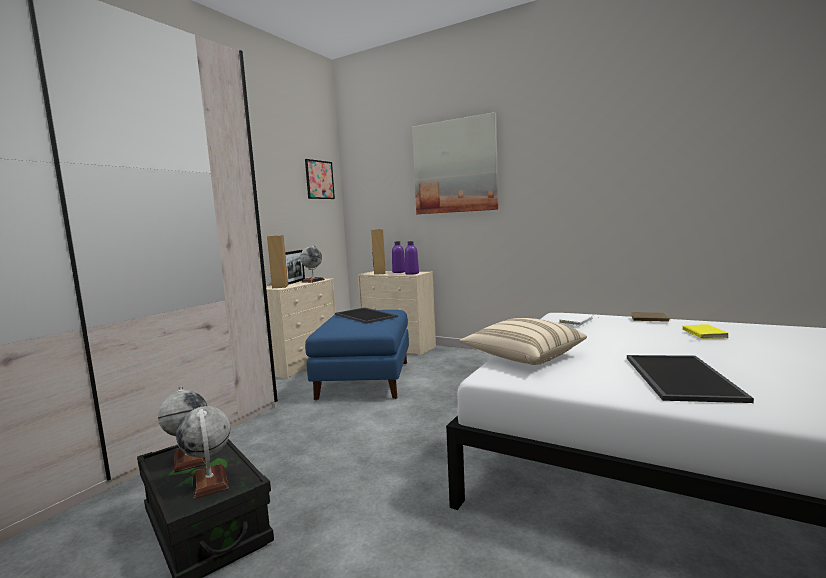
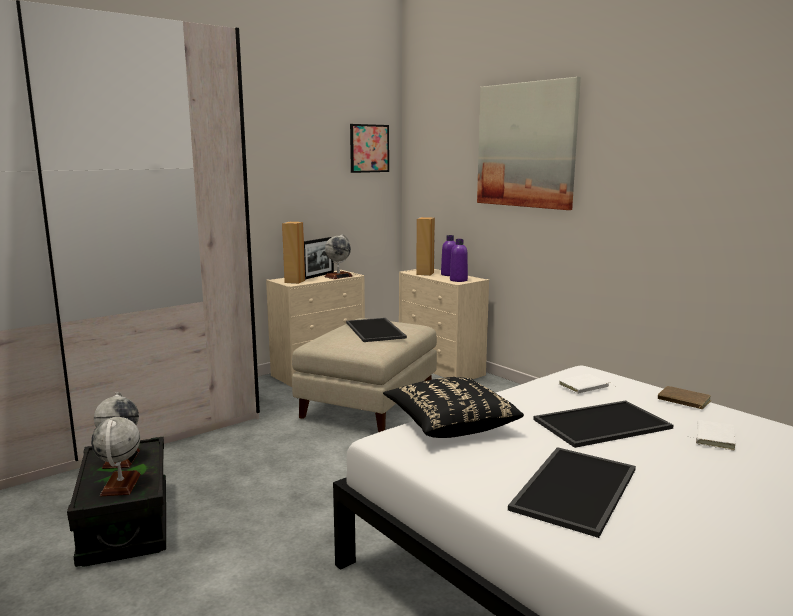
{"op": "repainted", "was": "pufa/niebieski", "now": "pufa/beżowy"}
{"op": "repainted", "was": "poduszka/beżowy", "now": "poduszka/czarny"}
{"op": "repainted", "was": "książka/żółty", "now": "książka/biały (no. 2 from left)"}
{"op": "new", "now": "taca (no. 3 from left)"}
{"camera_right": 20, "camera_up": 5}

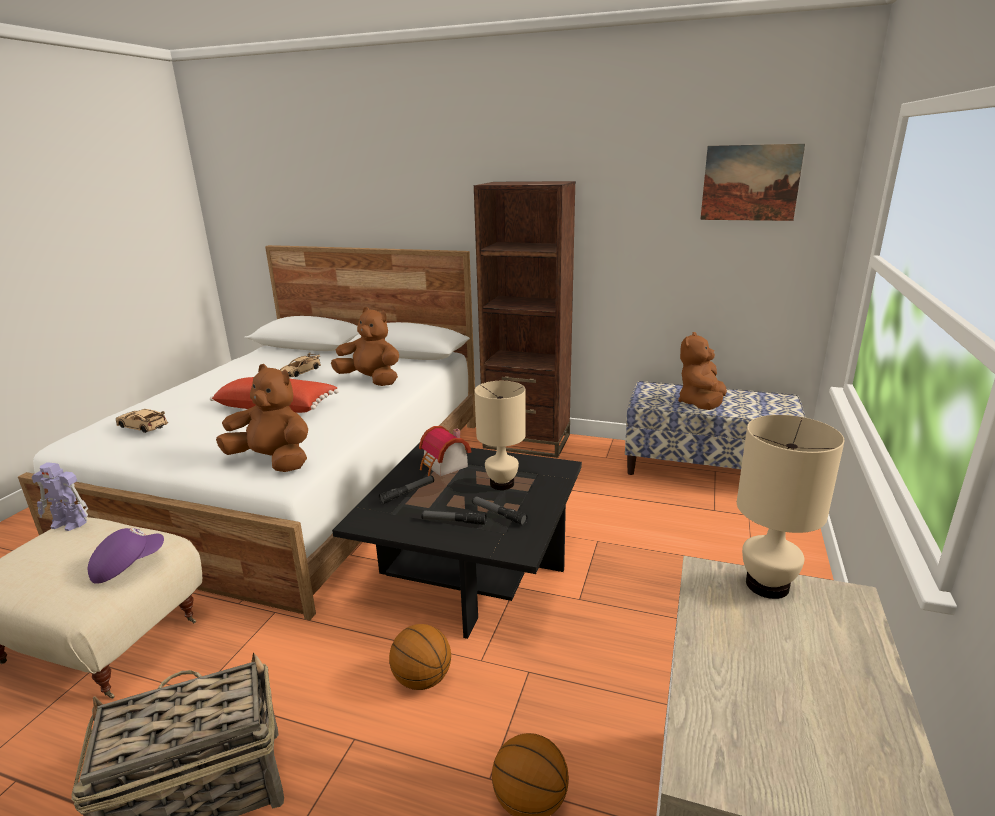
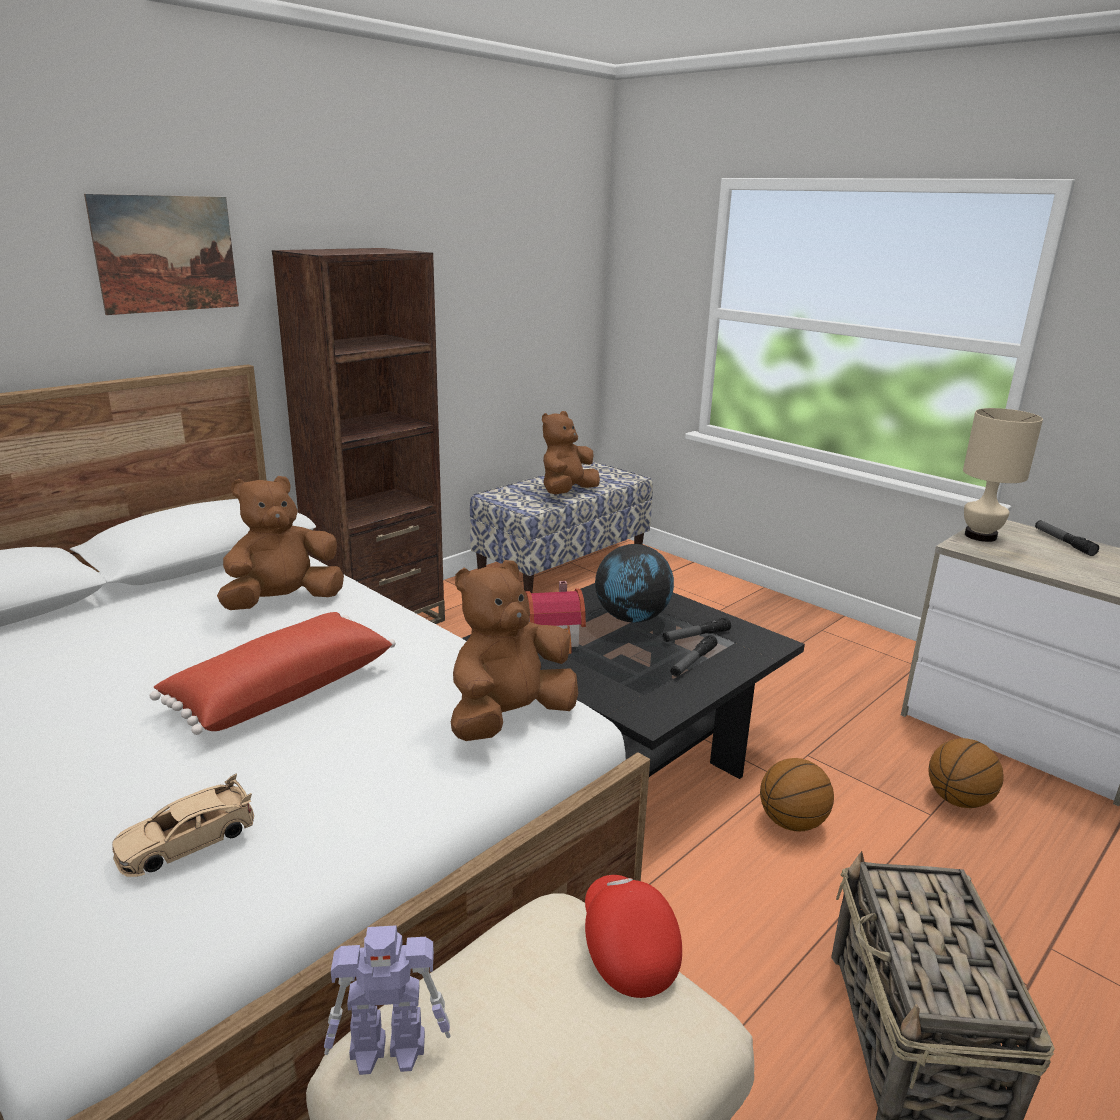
{"op": "rotated", "was": "robot zabawkowy", "clockwise": 45}
{"op": "repainted", "was": "czapka z daszkiem/fioletowy", "now": "czapka z daszkiem/czerwony"}
{"op": "gone", "was": "samochodzik/beżowy (no. 2 from left)"}
{"op": "shifted", "was": "latarka (no. 1 from left in the first image)", "now": "latarka (no. 3 from left)"}
{"op": "swapped", "was": "lampa stołowa/beżowy (no. 1 from left)", "now": "globus"}
{"op": "rotated", "was": "pluszak/brązowy (no. 3 from left)", "clockwise": 75}
{"op": "shifted", "was": "obraz"}
{"camera_right": -65, "camera_up": 0}

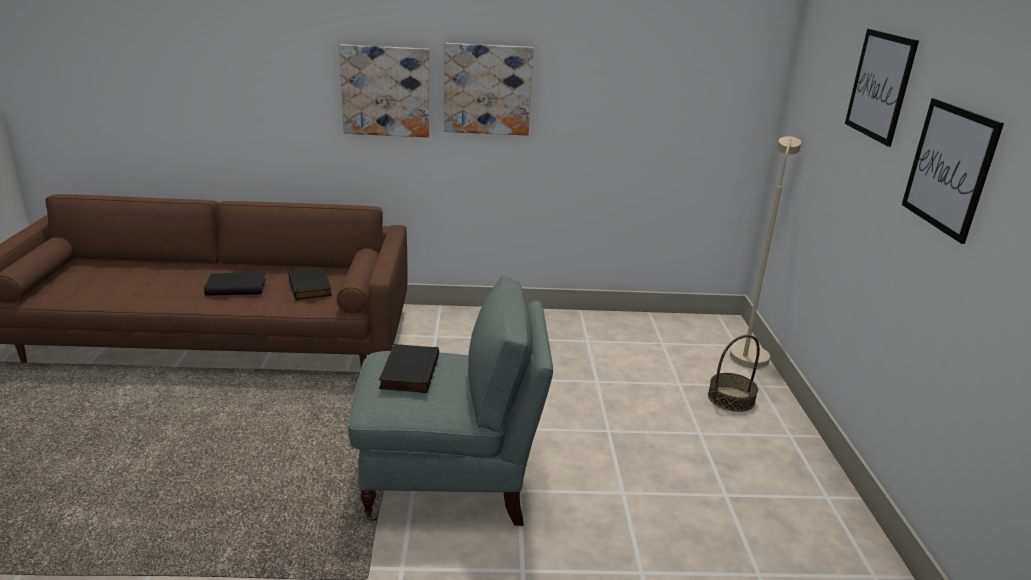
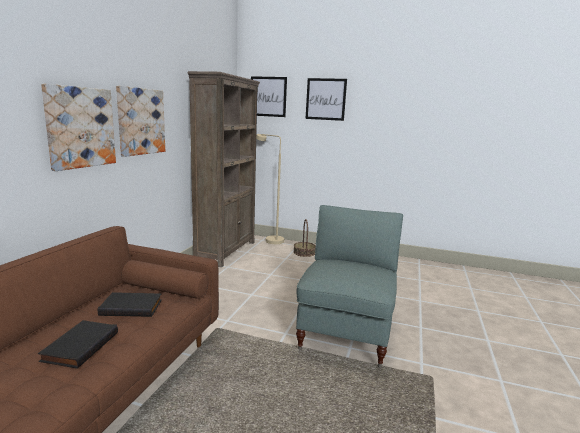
{"op": "gone", "was": "książka/czarny (no. 3 from left)"}
{"op": "shifted", "was": "obraz (no. 4 from left in the first image)", "now": "obraz (no. 3 from left)"}
{"op": "new", "now": "regał/brązowy"}
{"camera_right": -70, "camera_up": -10}

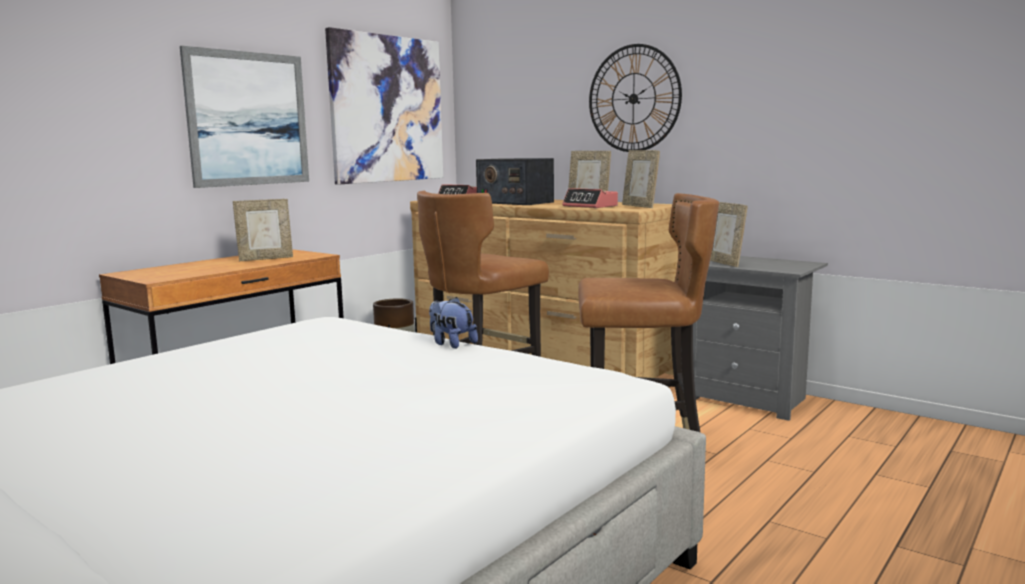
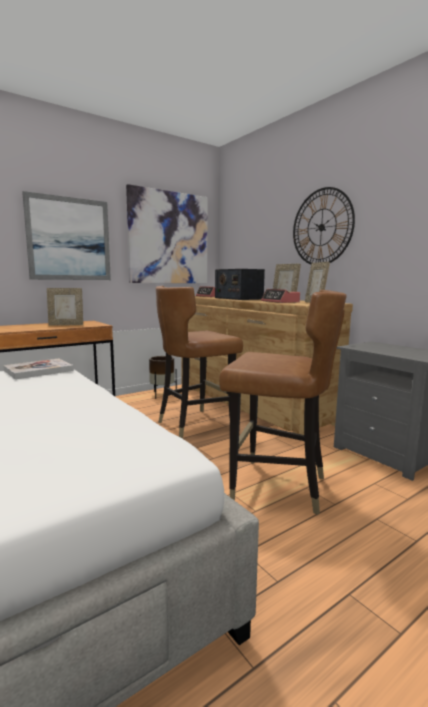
{"op": "gone", "was": "pluszak"}
{"op": "gone", "was": "ramka na zdjęcie (no. 4 from left)"}
{"op": "new", "now": "książka"}
{"camera_right": 15, "camera_up": 0}

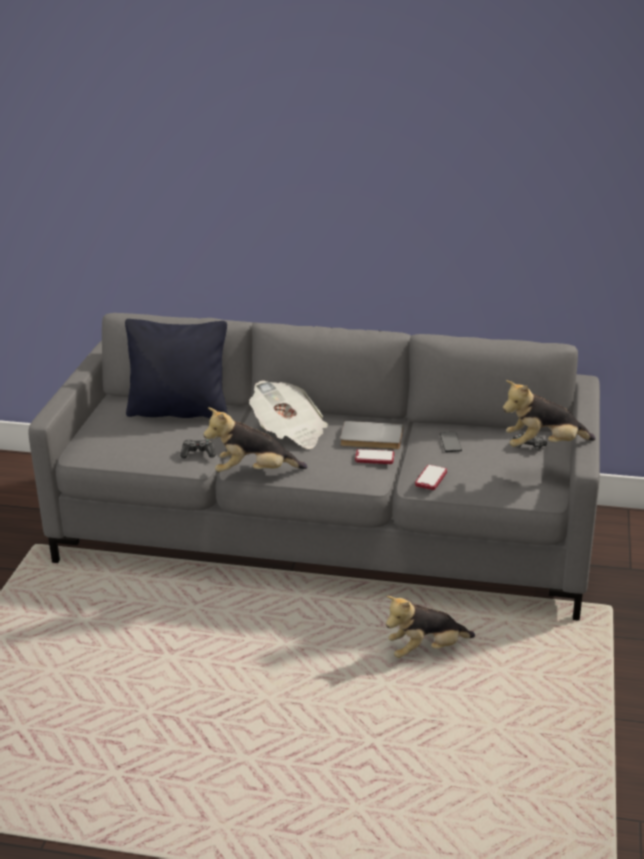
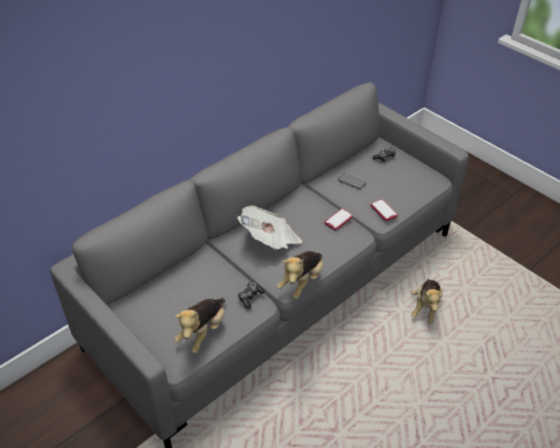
{"op": "gone", "was": "poduszka/czarny"}
{"op": "gone", "was": "książka/szary"}
{"op": "shifted", "was": "pluszak (no. 3 from left in the first image)", "now": "pluszak (no. 1 from left)"}
{"camera_right": -55, "camera_up": 15}

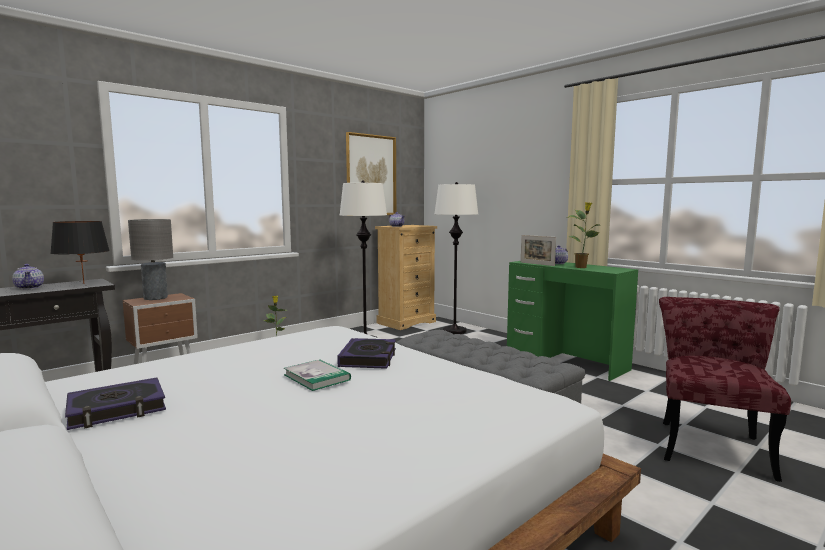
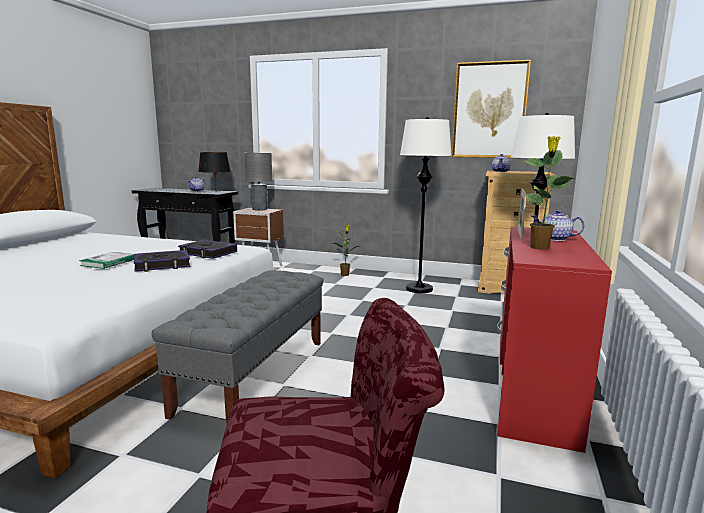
{"op": "shifted", "was": "książka (no. 1 from left in the first image)", "now": "książka (no. 3 from left)"}
{"op": "repainted", "was": "biurko/zielony", "now": "biurko/czerwony"}
{"camera_right": 60, "camera_up": 5}

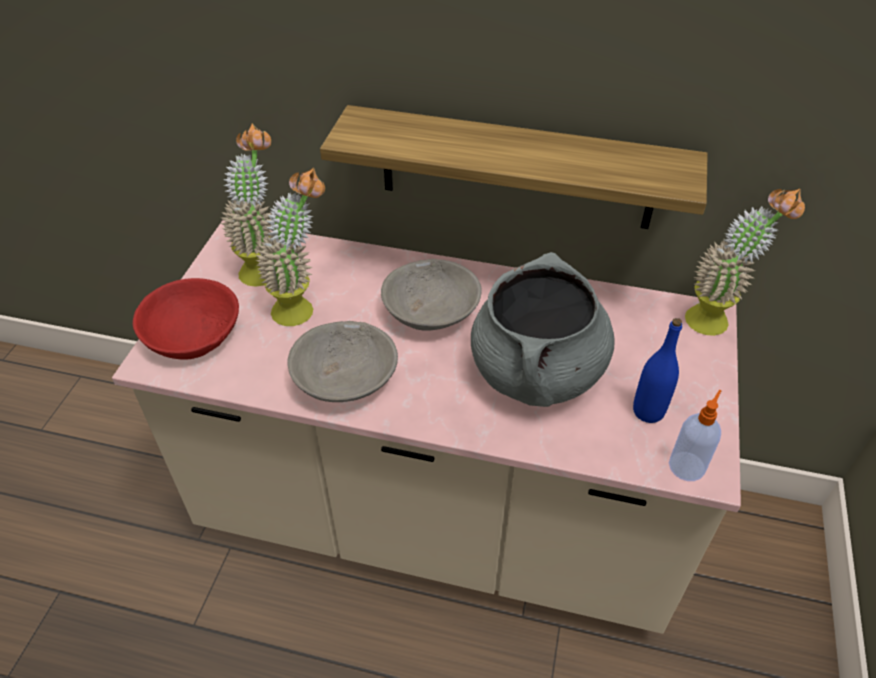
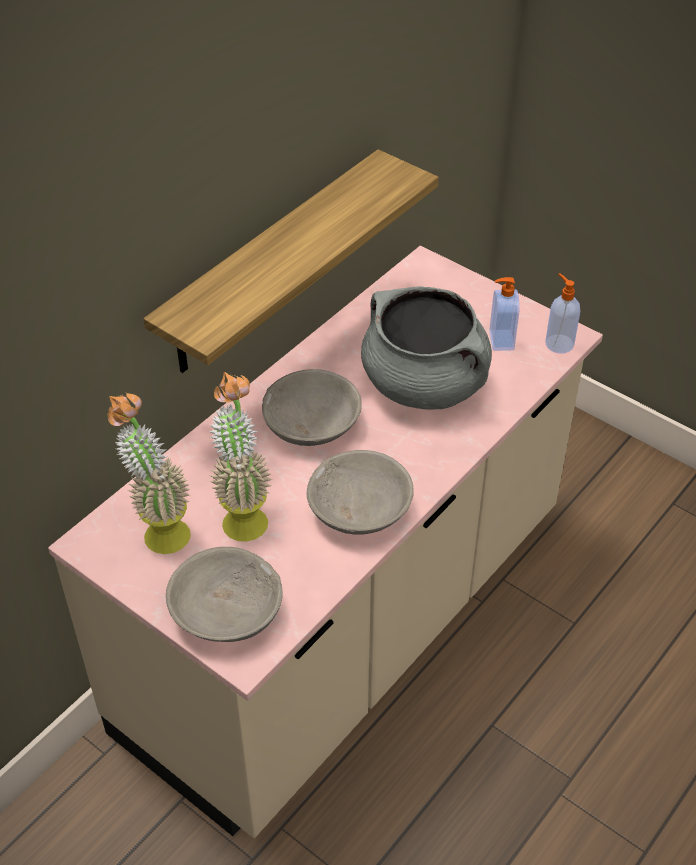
{"op": "repainted", "was": "miska/czerwony", "now": "miska/szary (no. 1 from left)"}
{"op": "swapped", "was": "butelka/niebieski", "now": "dozownik mydła (no. 1 from left)"}
{"op": "gone", "was": "roślina doniczkowa (no. 3 from left)"}
{"camera_right": -65, "camera_up": 0}

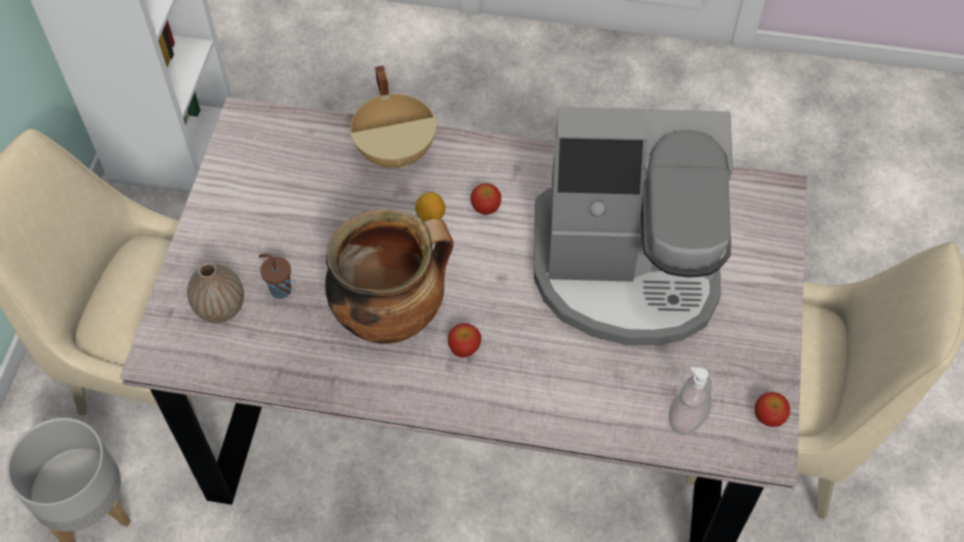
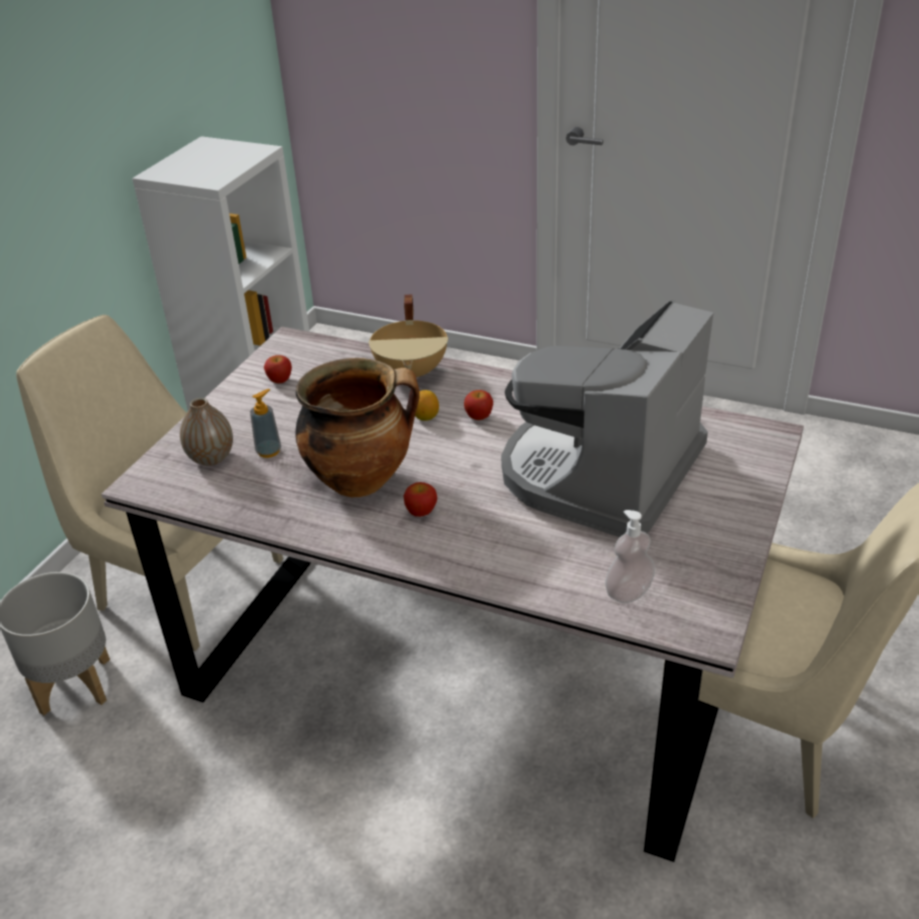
{"op": "swapped", "was": "filiżanka/brązowy", "now": "dozownik mydła (no. 1 from left)"}
{"op": "rotated", "was": "ekspres do kawy", "clockwise": 105}
{"op": "shifted", "was": "jabłko (no. 3 from left in the first image)", "now": "jabłko (no. 1 from left)"}
{"camera_right": 15, "camera_up": -20}

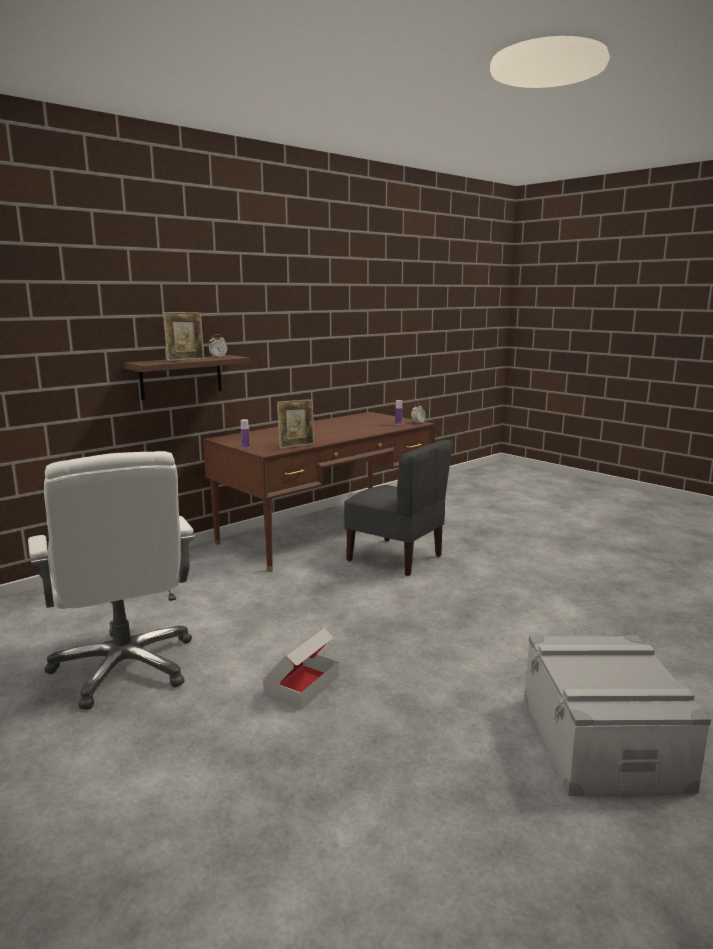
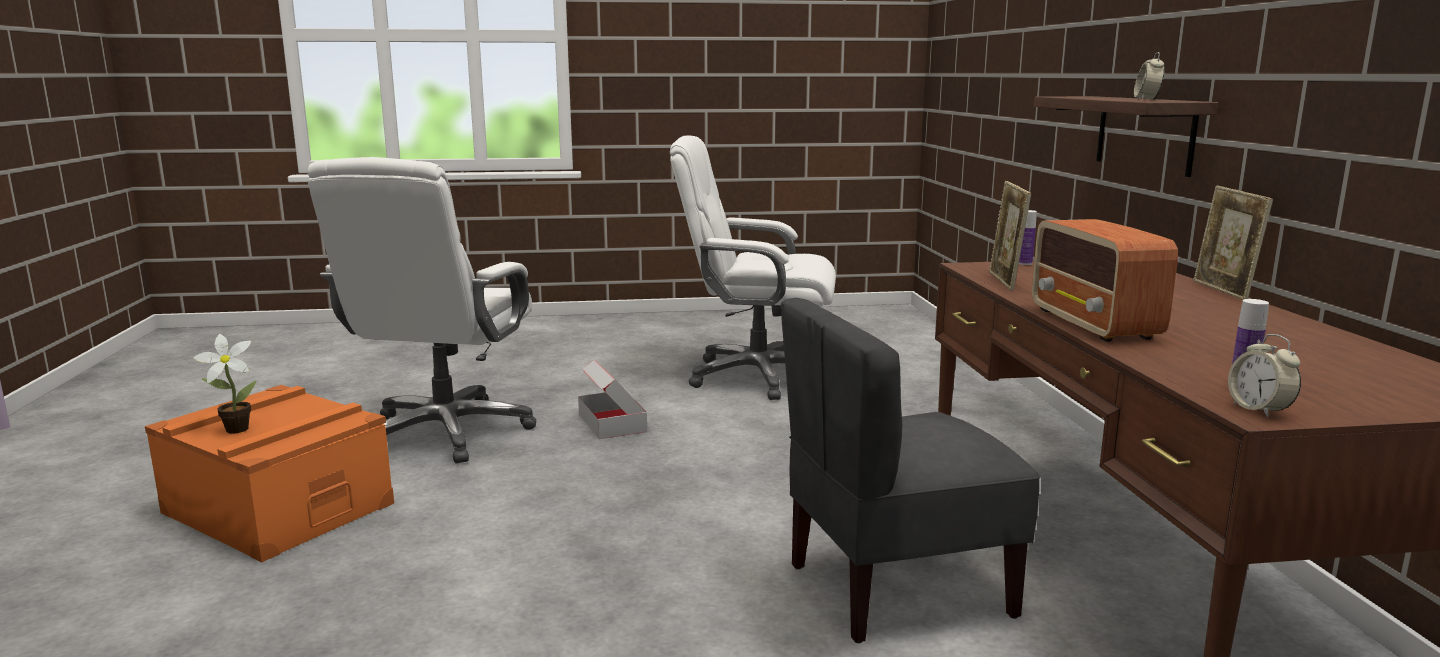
{"op": "shifted", "was": "ramka na zdjęcie (no. 1 from left in the first image)", "now": "ramka na zdjęcie (no. 2 from left)"}
{"op": "repainted", "was": "pojemnik do przechowywania/szary", "now": "pojemnik do przechowywania/pomarańczowy"}
{"op": "new", "now": "roślina doniczkowa"}
{"op": "new", "now": "krzesło biurowe/biały (no. 1 from left)"}
{"op": "new", "now": "radio"}
{"camera_right": 125, "camera_up": 0}

